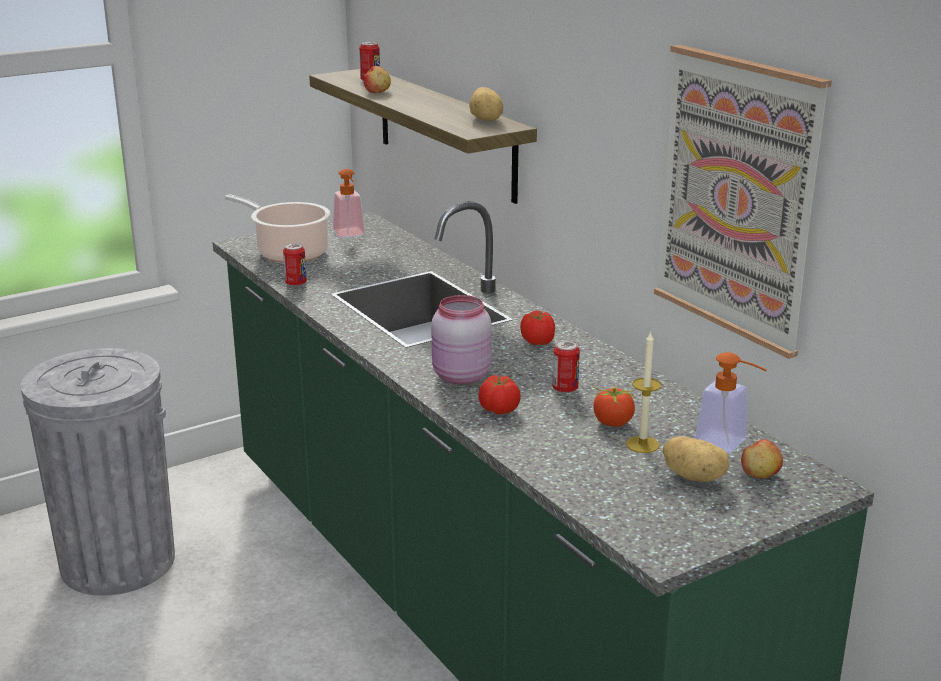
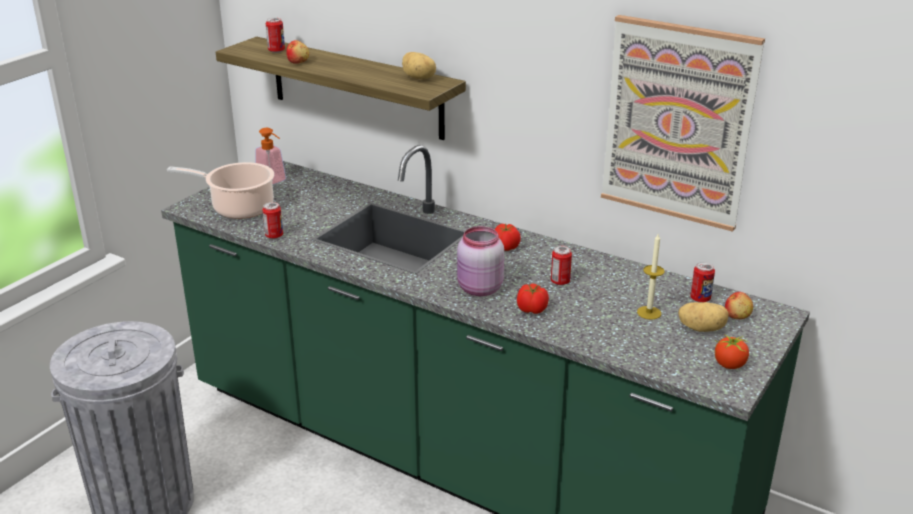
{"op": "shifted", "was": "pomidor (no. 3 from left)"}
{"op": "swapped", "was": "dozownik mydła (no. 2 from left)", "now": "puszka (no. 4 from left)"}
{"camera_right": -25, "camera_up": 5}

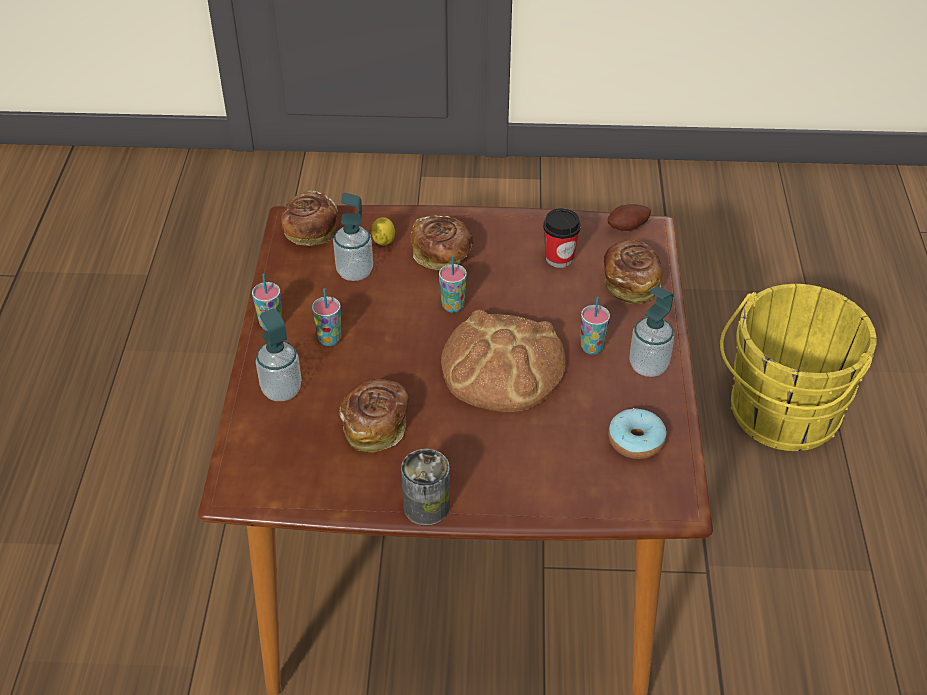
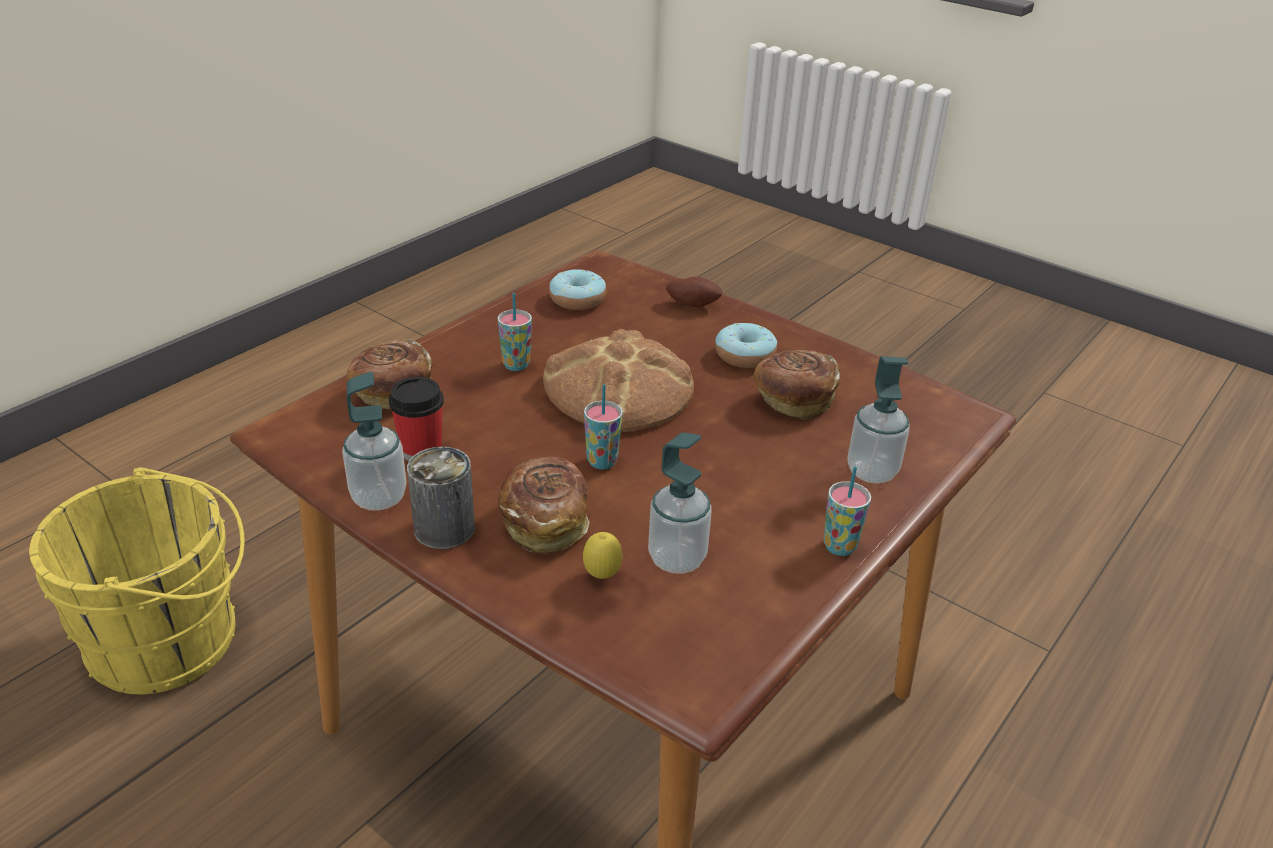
{"op": "gone", "was": "chleb (no. 1 from left)"}
{"op": "gone", "was": "filiżanka (no. 2 from left)"}
{"op": "shifted", "was": "puszka"}
{"op": "shifted", "was": "ziemniak"}
{"op": "shifted", "was": "dozownik mydła (no. 3 from left in the first image)", "now": "dozownik mydła (no. 1 from left)"}
{"op": "new", "now": "donut (no. 2 from left)"}
{"camera_right": -145, "camera_up": -10}

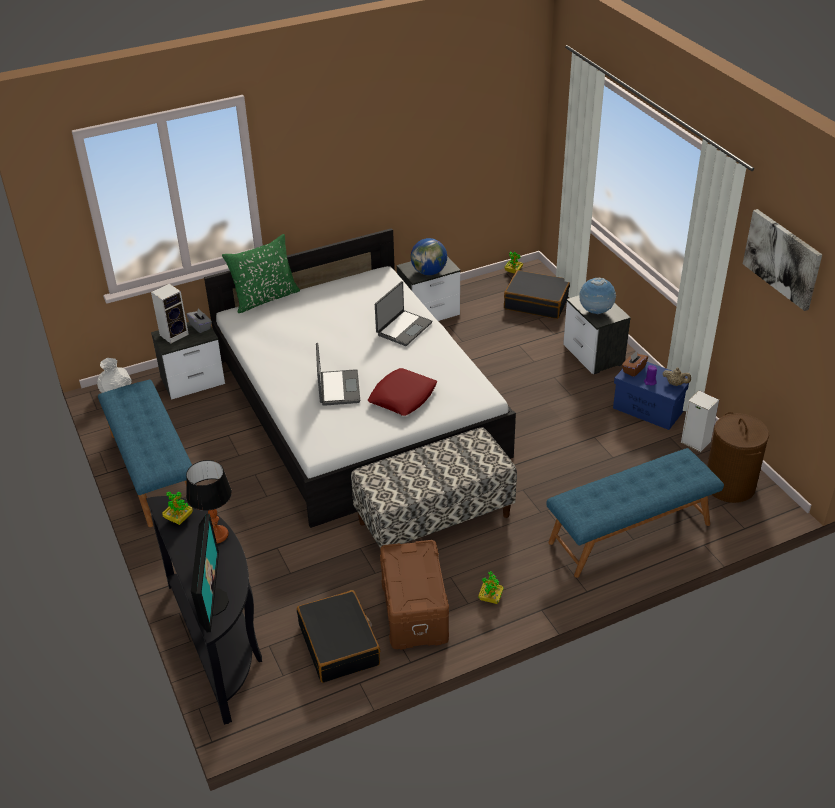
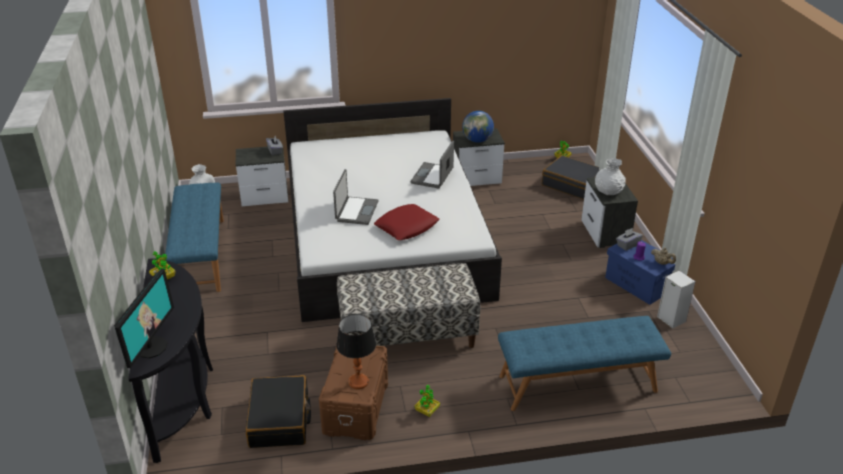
{"op": "gone", "was": "głośnik (no. 1 from left)"}
{"op": "shifted", "was": "lampa stołowa"}
{"op": "gone", "was": "poduszka/zielony"}
{"op": "rotated", "was": "laptop (no. 2 from left)", "clockwise": 150}
{"op": "swapped", "was": "globus (no. 2 from left)", "now": "wazon/biały (no. 2 from left)"}
{"op": "repainted", "was": "pudełko chusteczek/brązowy", "now": "pudełko chusteczek/szary (no. 2 from left)"}
{"op": "gone", "was": "kosz na pranie/brązowy"}
{"op": "gone", "was": "obraz"}
{"camera_right": 15, "camera_up": -5}

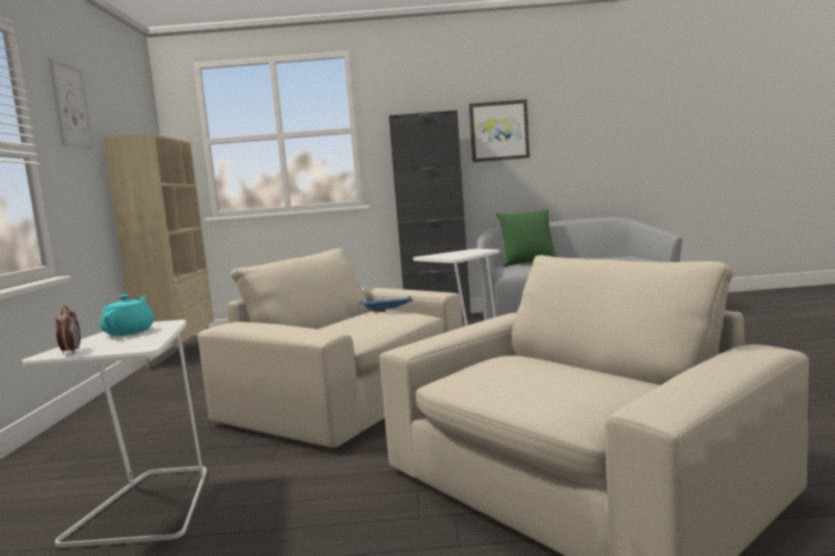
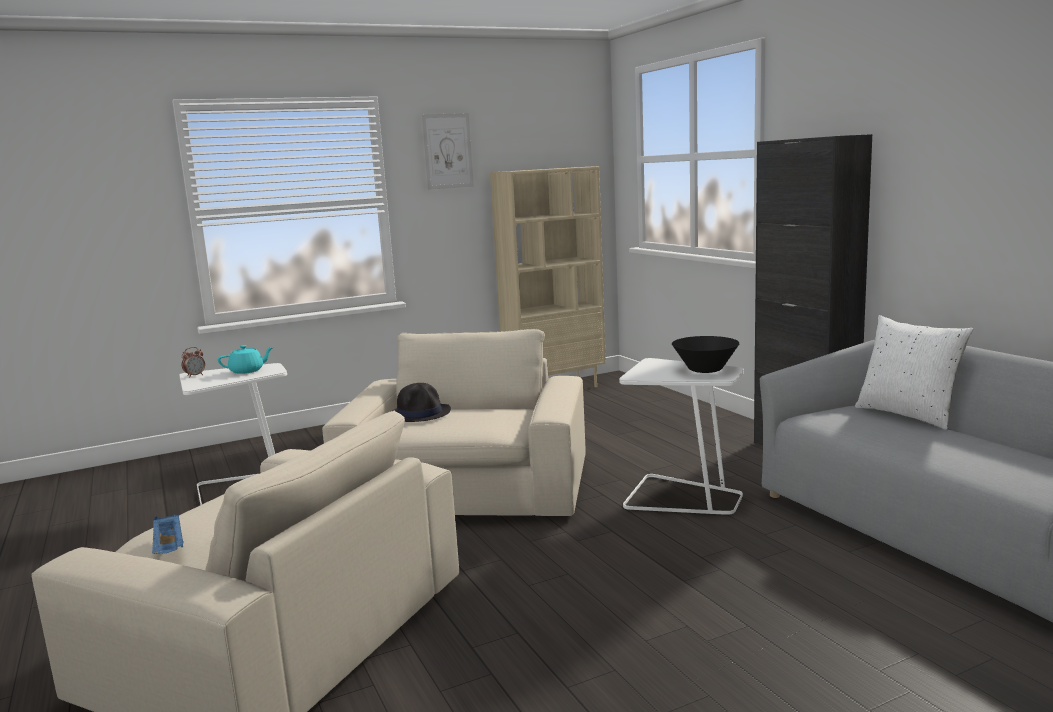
{"op": "shifted", "was": "taca/niebieski"}
{"op": "gone", "was": "obraz (no. 2 from left)"}
{"op": "repainted", "was": "poduszka/zielony", "now": "poduszka/biały"}
{"op": "new", "now": "kapelusz/czarny"}
{"op": "new", "now": "miska/czarny"}
{"camera_right": 65, "camera_up": 5}

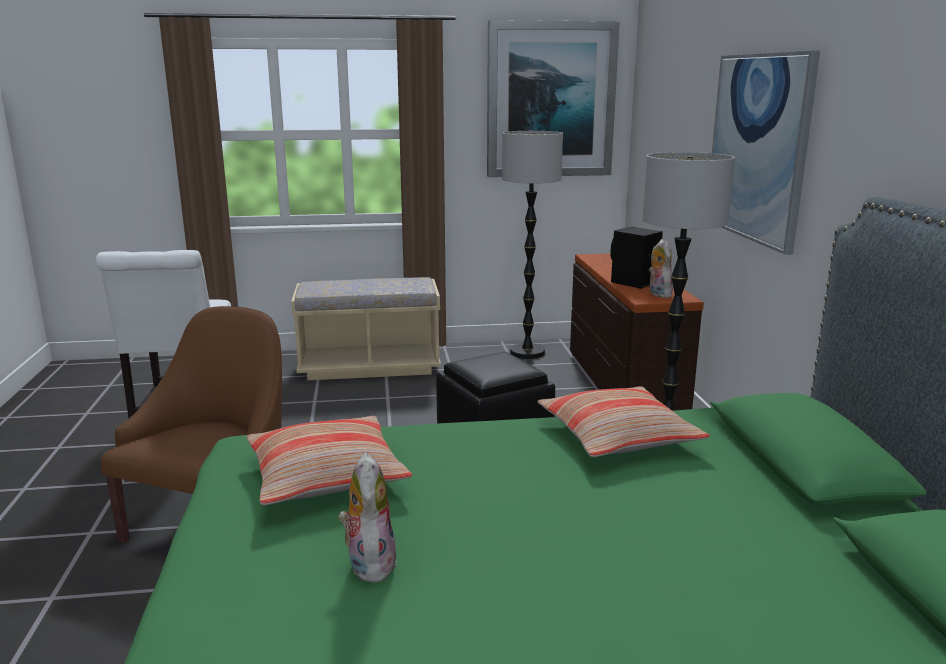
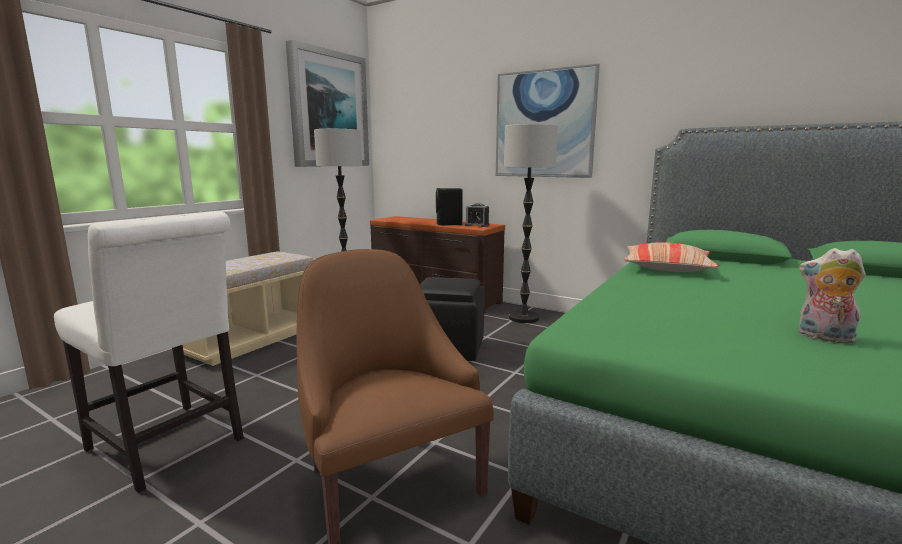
{"op": "gone", "was": "poduszka (no. 1 from left)"}
{"op": "swapped", "was": "pluszak (no. 2 from left)", "now": "budzik"}
{"camera_right": -50, "camera_up": -5}

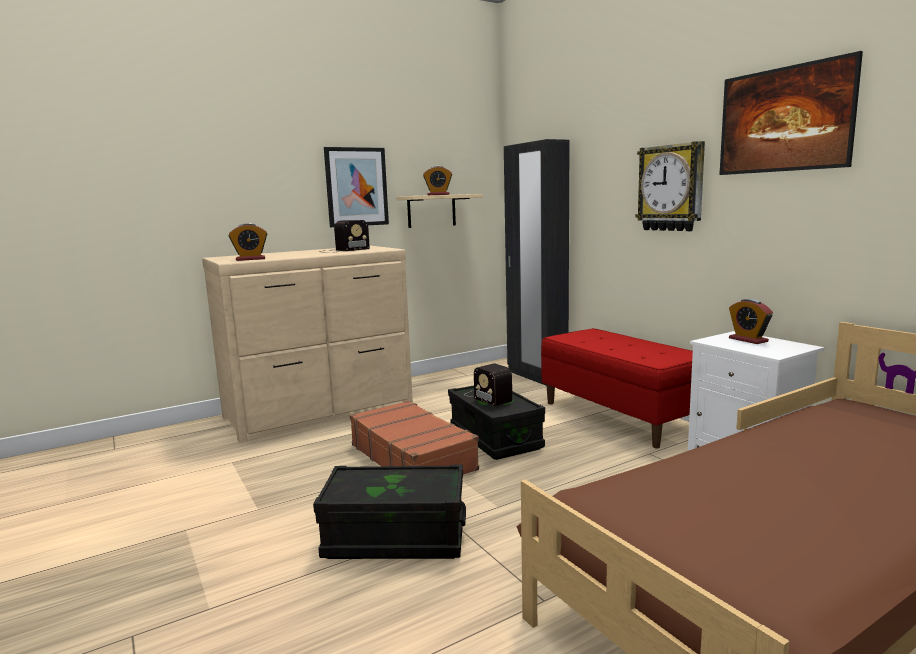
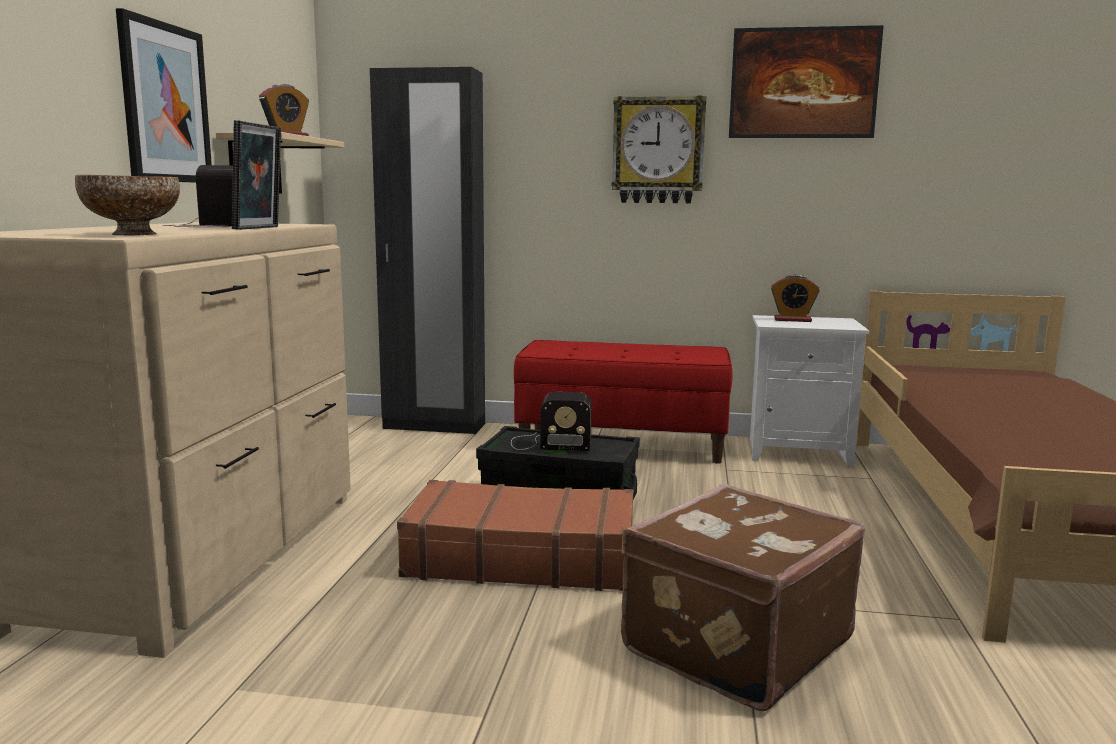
{"op": "swapped", "was": "budzik (no. 1 from left)", "now": "miska"}
{"op": "swapped", "was": "pojemnik do przechowywania/czarny (no. 1 from left)", "now": "walizka/brązowy (no. 2 from left)"}
{"op": "new", "now": "ramka na zdjęcie"}
{"camera_right": -50, "camera_up": 0}

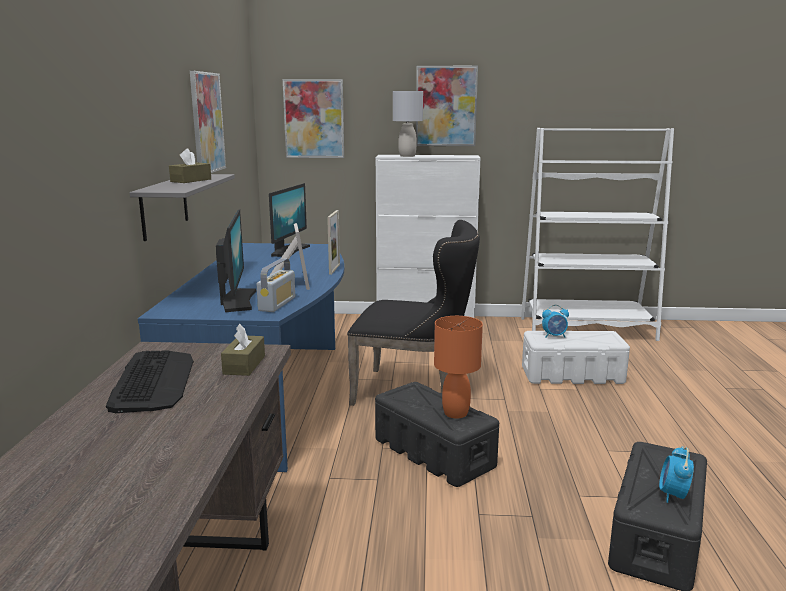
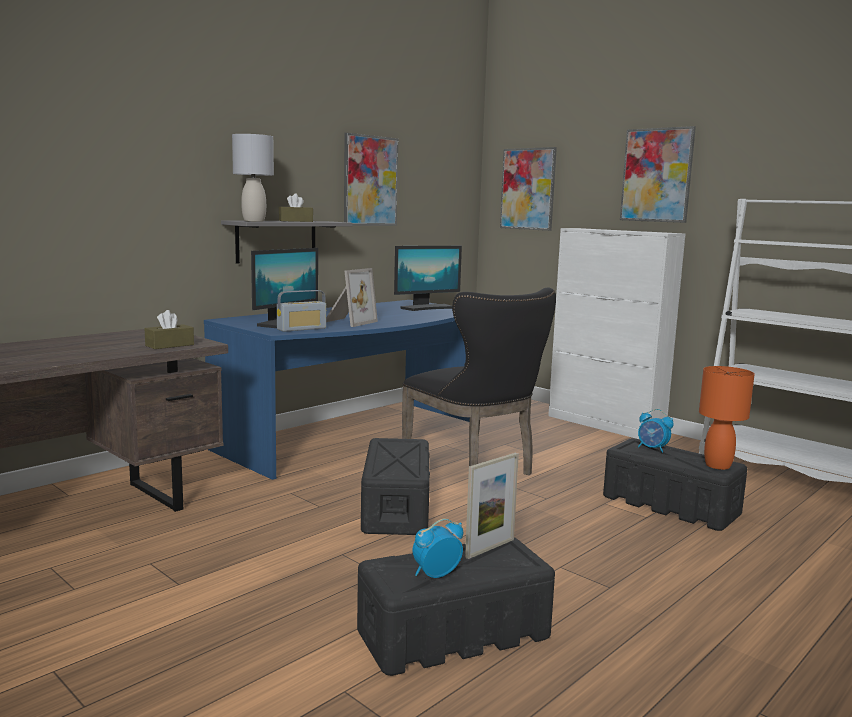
{"op": "gone", "was": "klawiatura"}
{"op": "shifted", "was": "ramka na zdjęcie (no. 2 from left)"}
{"op": "shifted", "was": "lampa stołowa/szary"}
{"op": "shifted", "was": "lampa stołowa/pomarańczowy"}
{"op": "repainted", "was": "pojemnik do przechowywania/biały", "now": "pojemnik do przechowywania/czarny (no. 3 from left)"}
{"camera_right": 40, "camera_up": -5}

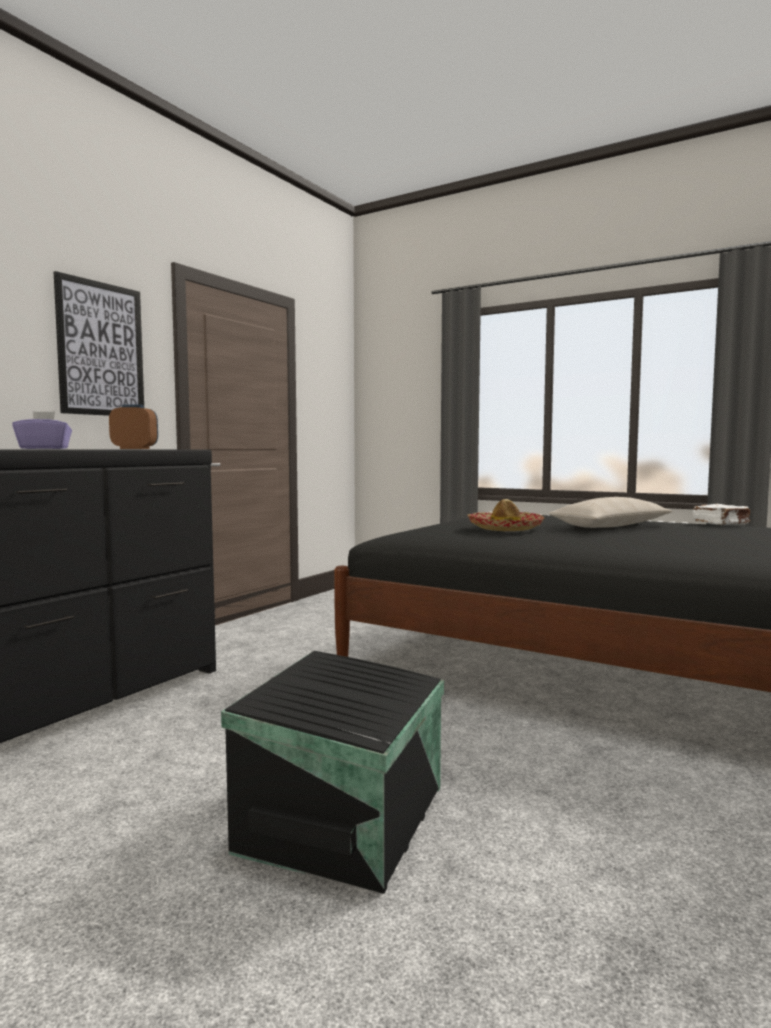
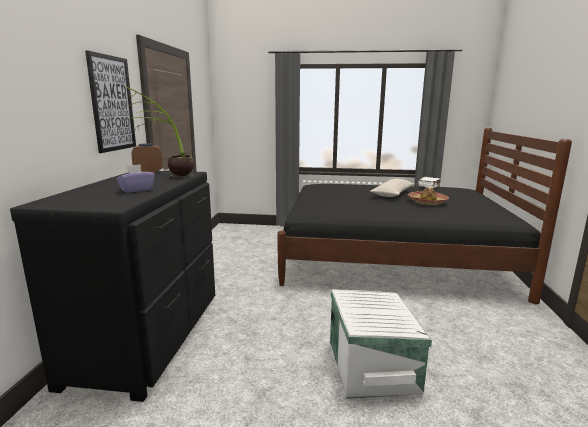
{"op": "repainted", "was": "pojemnik do przechowywania/czarny", "now": "pojemnik do przechowywania/biały"}
{"op": "shifted", "was": "kapelusz"}
{"op": "new", "now": "roślina doniczkowa"}
{"camera_right": -25, "camera_up": 10}

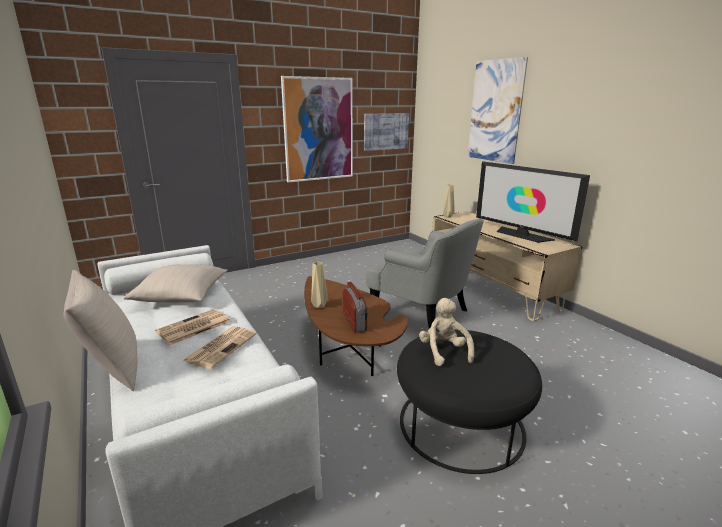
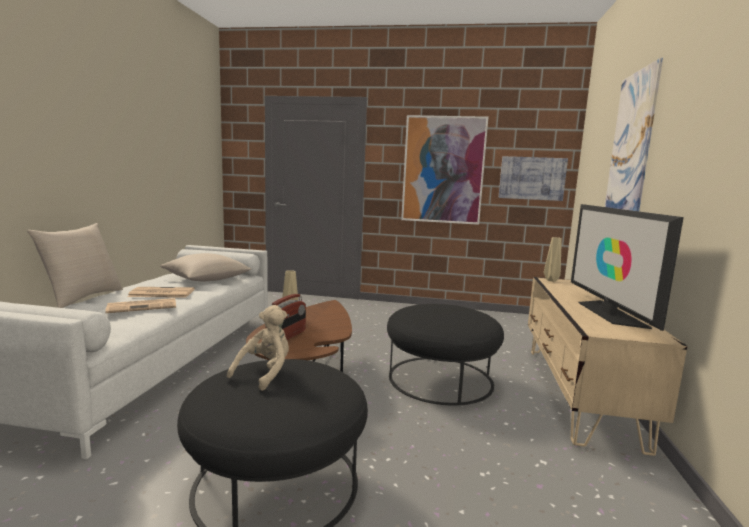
{"op": "swapped", "was": "fotel/szary", "now": "pufa/czarny (no. 2 from left)"}
{"camera_right": 40, "camera_up": -10}

